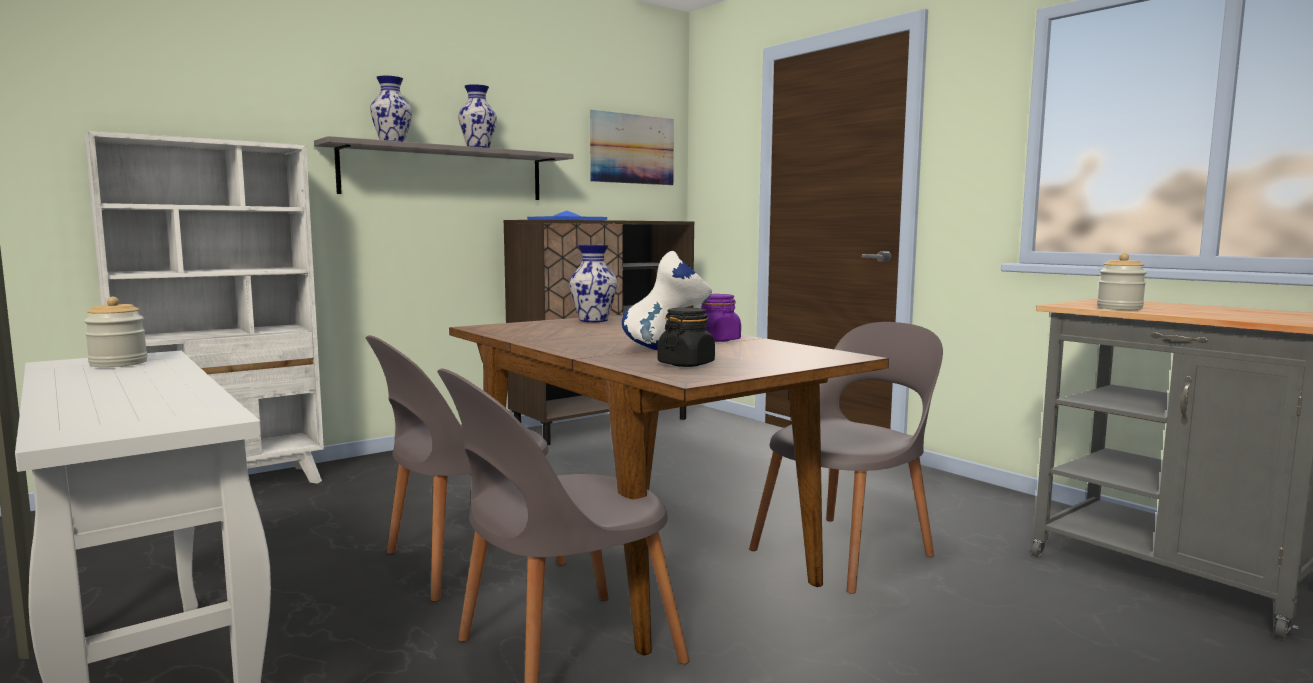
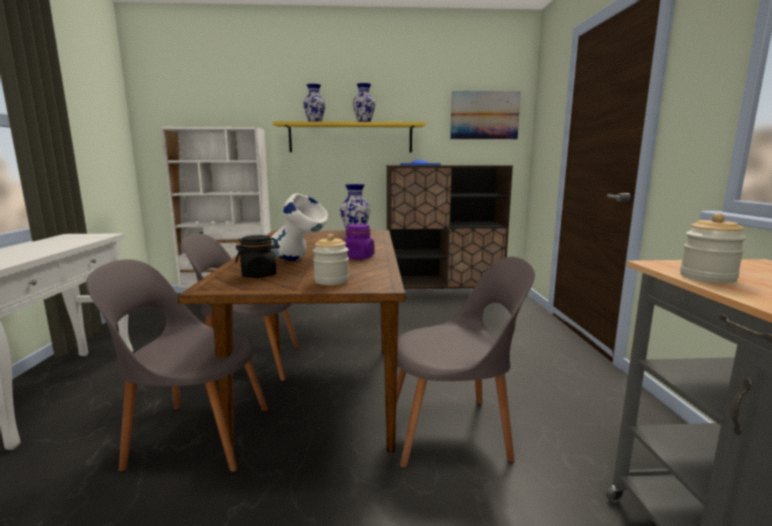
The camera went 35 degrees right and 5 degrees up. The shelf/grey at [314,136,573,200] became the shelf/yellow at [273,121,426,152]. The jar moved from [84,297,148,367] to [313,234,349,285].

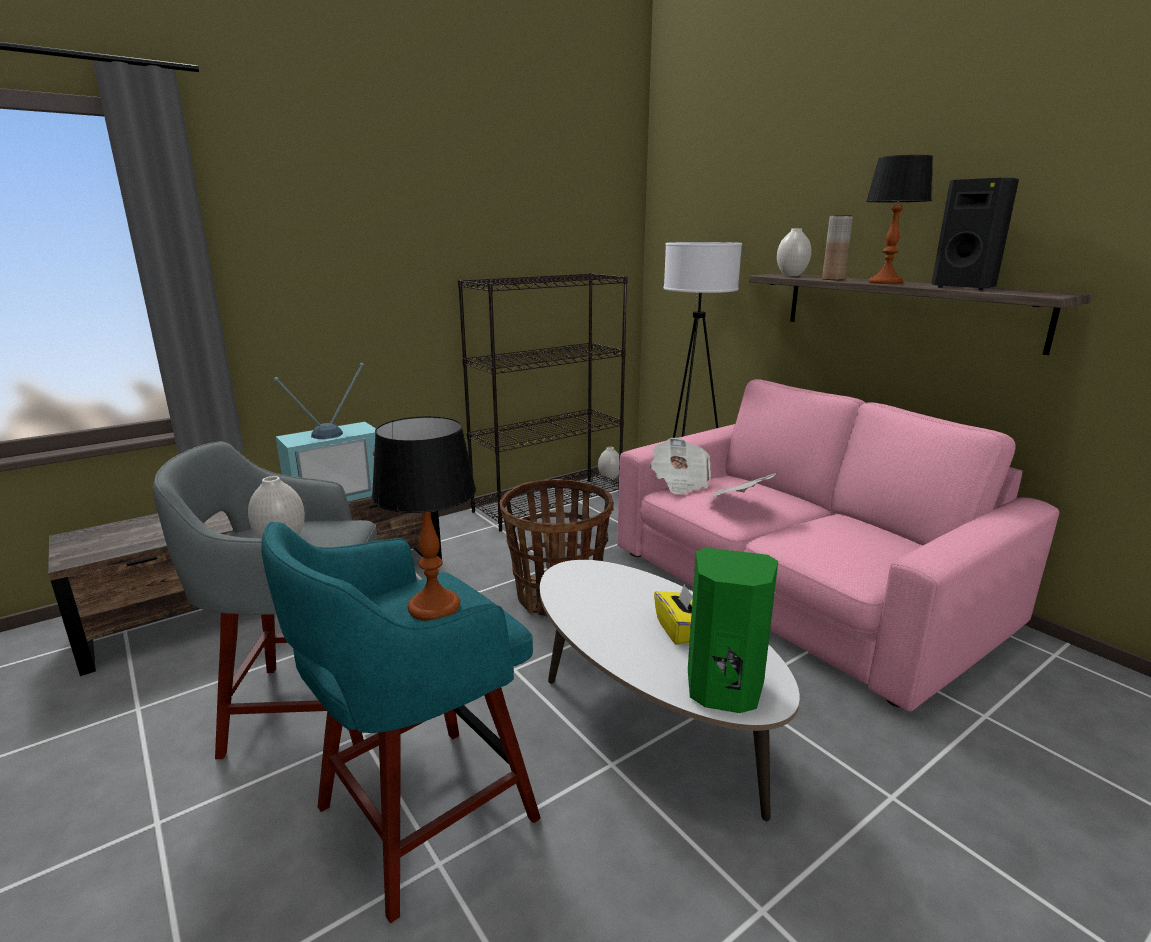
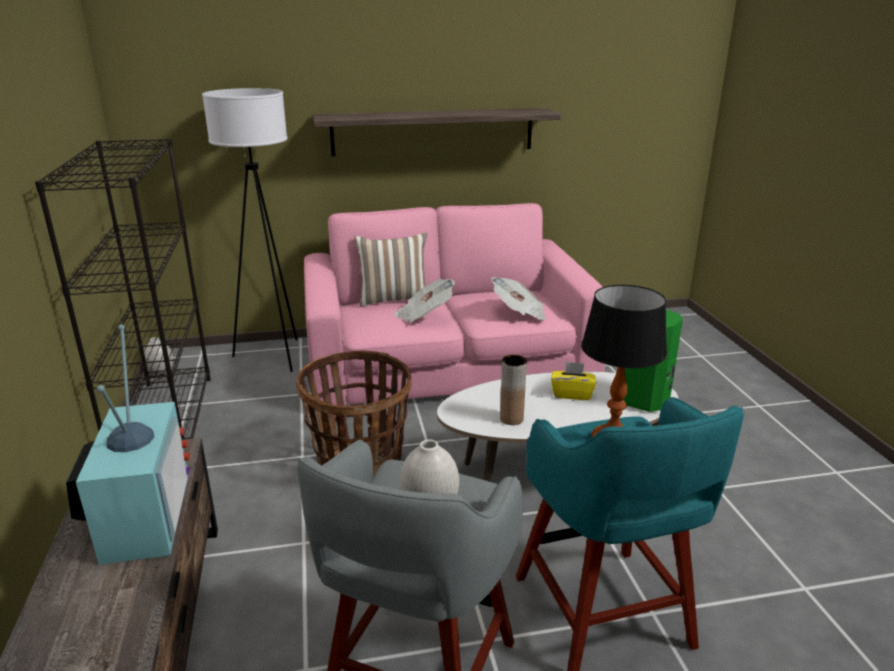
The camera went 65 degrees left and 5 degrees up. The pillow at [354,233,427,306] appeared. The newspaper moved from [649,438,711,495] to [491,277,546,320]. The vase/brown moved from [822,216,853,280] to [500,355,527,425]. The vase/white at [777,228,811,276] disappeared. The table lamp at [866,155,933,284] disappeared. The speaker/black at [932,178,1019,290] disappeared.

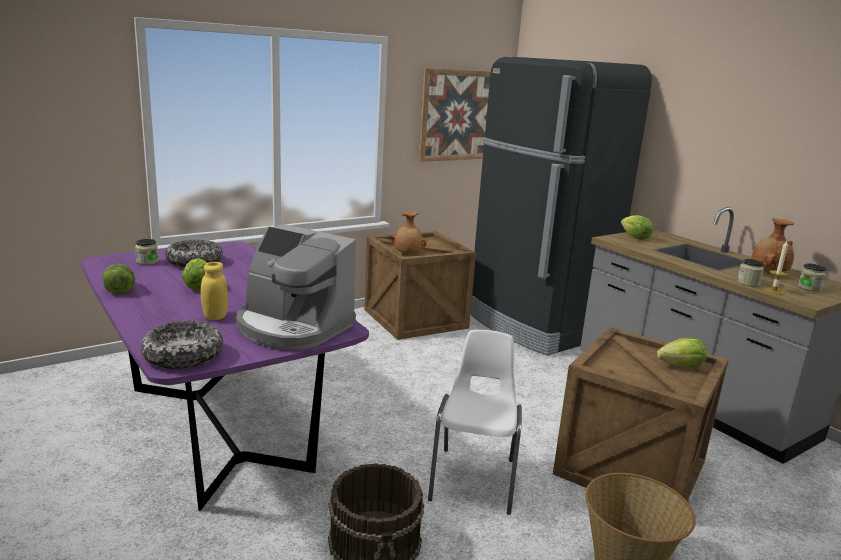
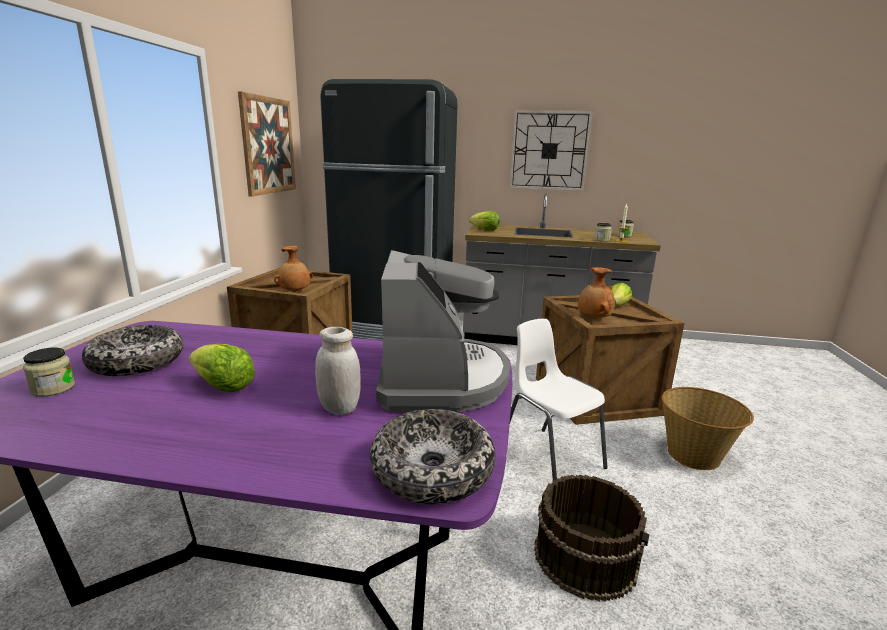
The camera went 45 degrees left and 0 degrees up. The jar/yellow at [201,262,228,320] became the jar/white at [315,327,361,415]. The coffee machine at [236,224,356,350] turned 75 degrees counterclockwise. The wall clock at [509,110,593,191] appeared. The vase/brown moved from [751,218,794,274] to [578,267,615,319]. The lettuce at [102,264,135,294] disappeared.

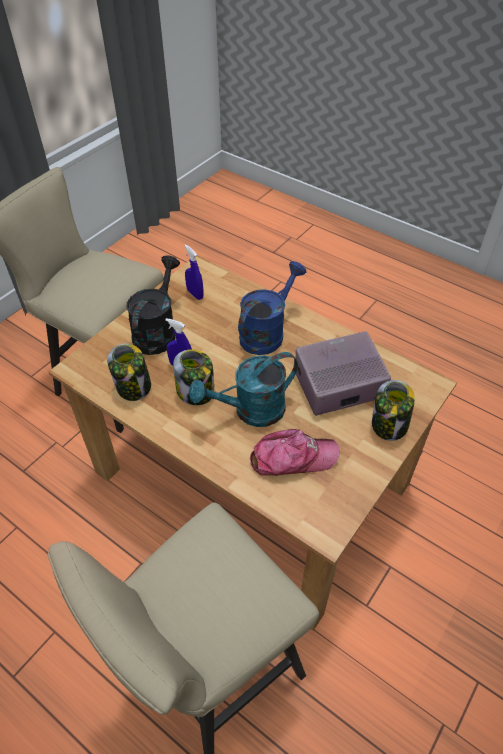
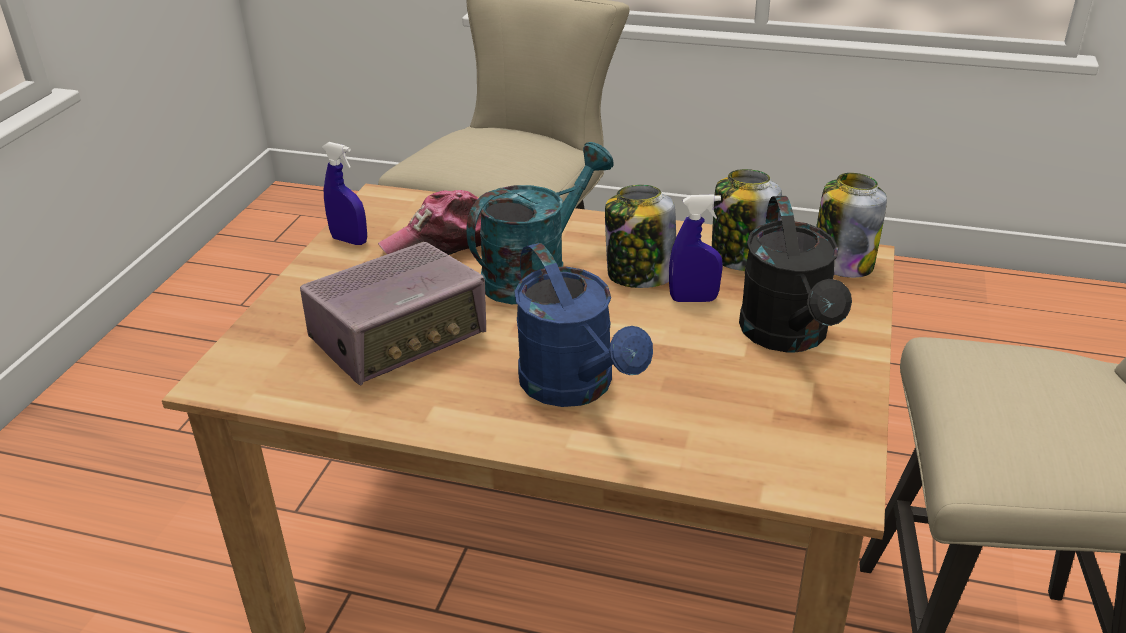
The camera went 160 degrees right and 15 degrees down. The spray bottle/blue moved from [184,244,204,300] to [322,142,367,245]. The watering can/blue at [238,261,306,355] turned 45 degrees counterclockwise. The jar moved from [372,380,415,441] to [816,173,887,278].

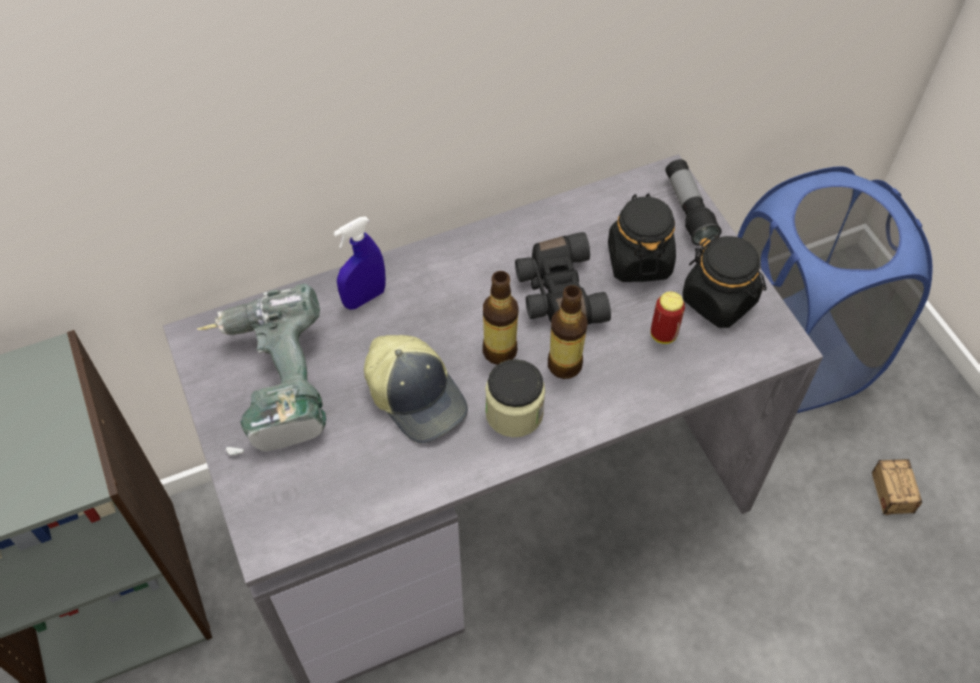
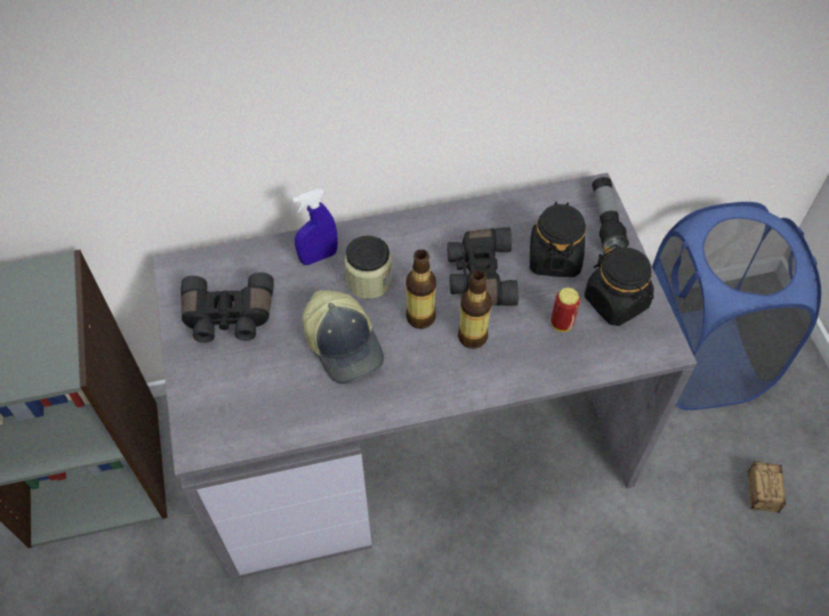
The camera went 10 degrees right and 0 degrees up. The power drill at [197,284,326,456] was replaced by the binoculars/black at [181,272,274,343]. The jar moved from [485,359,545,437] to [344,235,392,299].

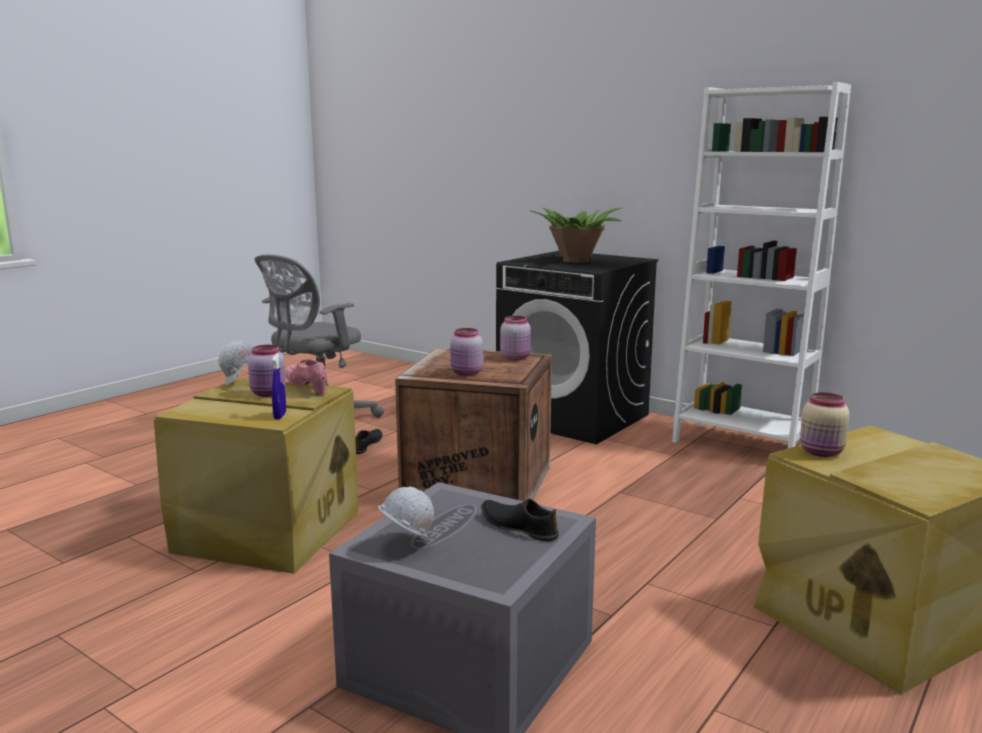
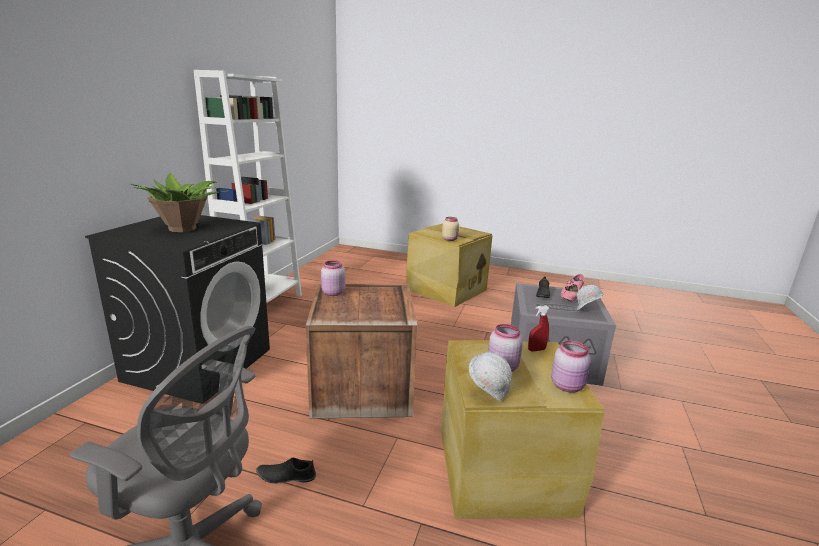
The camera went 110 degrees left and 5 degrees up. The spray bottle/blue at [272,353,286,419] became the spray bottle/red at [528,306,549,352]. The jar/pink moved from [450,328,483,376] to [551,341,591,393]. The shoe/pink moved from [286,359,327,395] to [561,274,585,301].

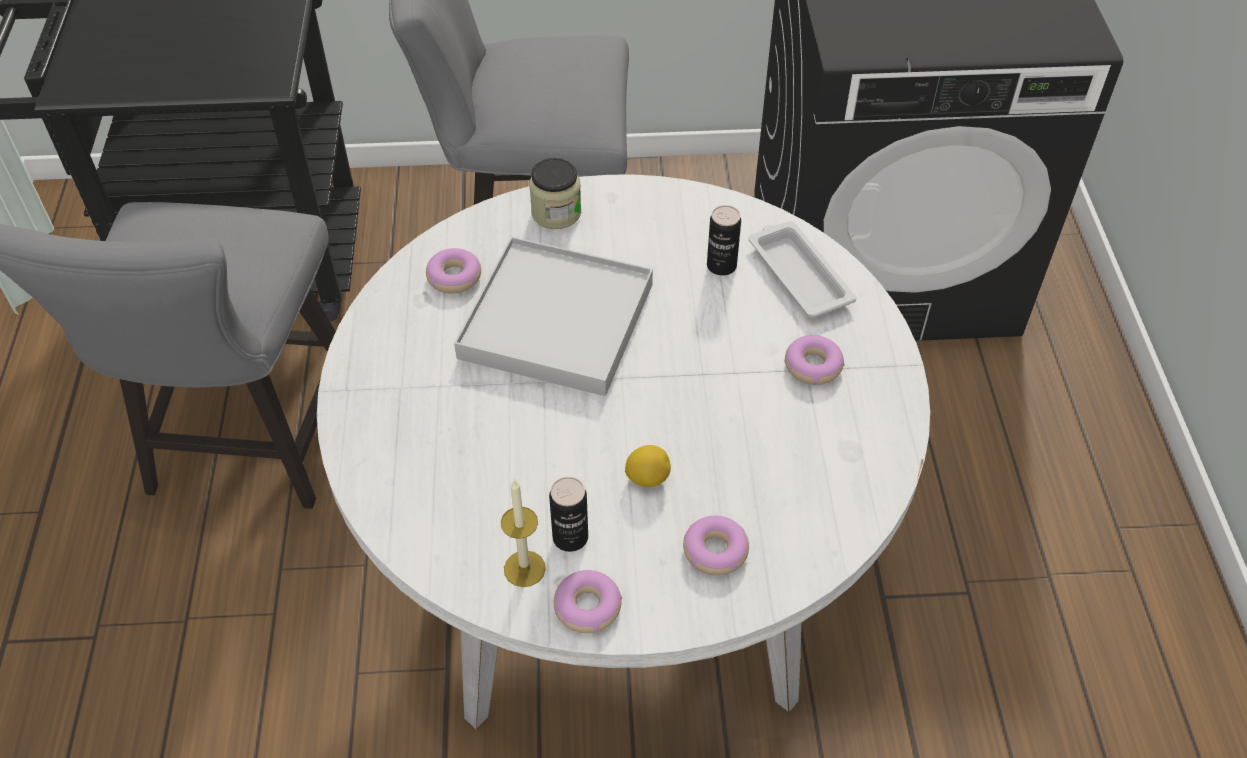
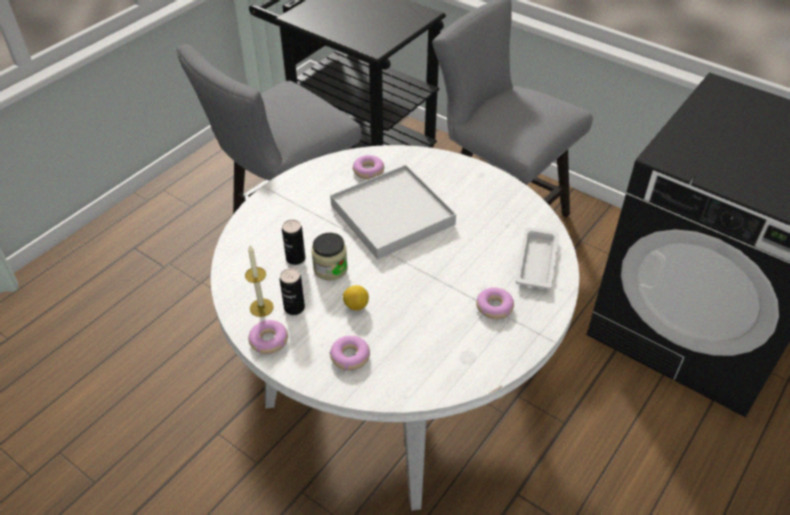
The camera went 40 degrees right and 5 degrees down. The can moved from [707,205,741,276] to [282,220,305,265]. The jar moved from [529,158,581,229] to [312,233,348,281].

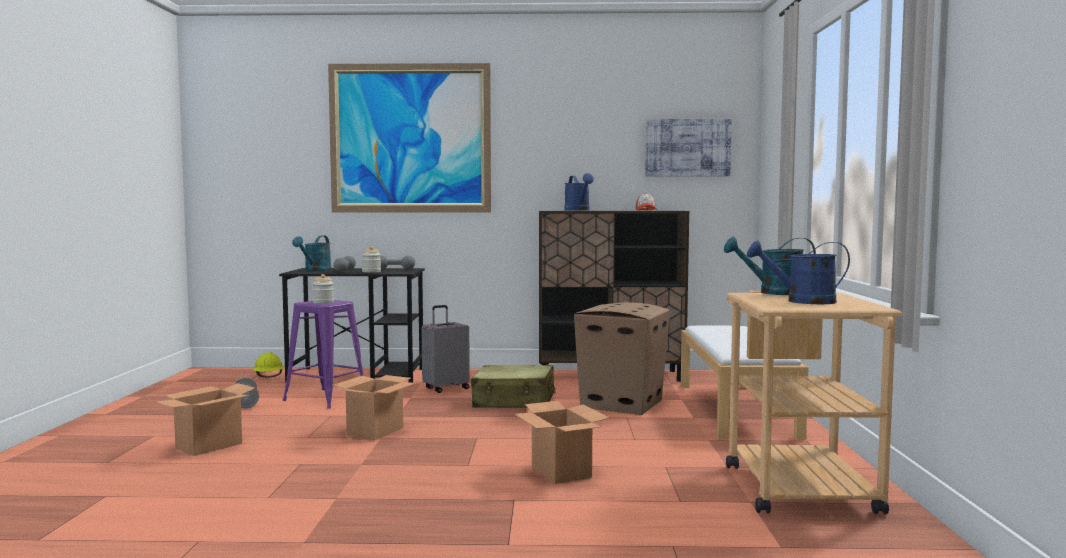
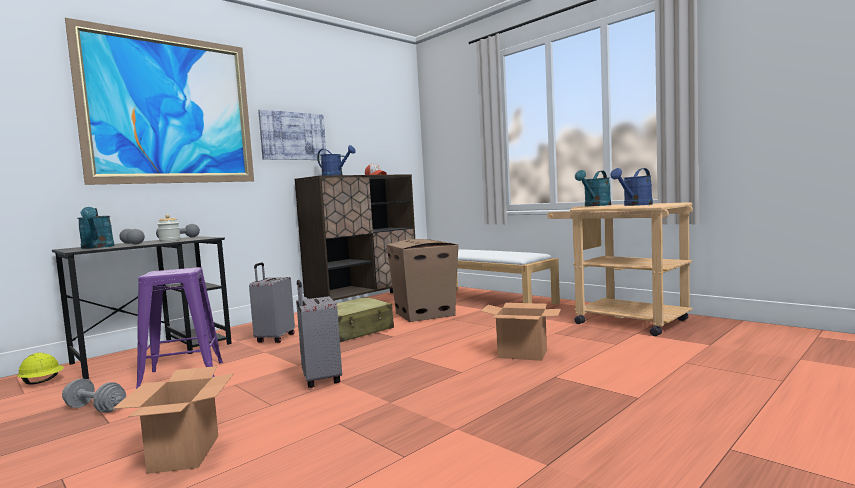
The camera went 45 degrees left and 0 degrees up. The picture moved from [645,119,732,176] to [258,109,326,160]. The cardboard box at [333,375,416,441] was replaced by the suitcase/grey at [296,280,342,388]. The jar at [312,274,334,304] disappeared.

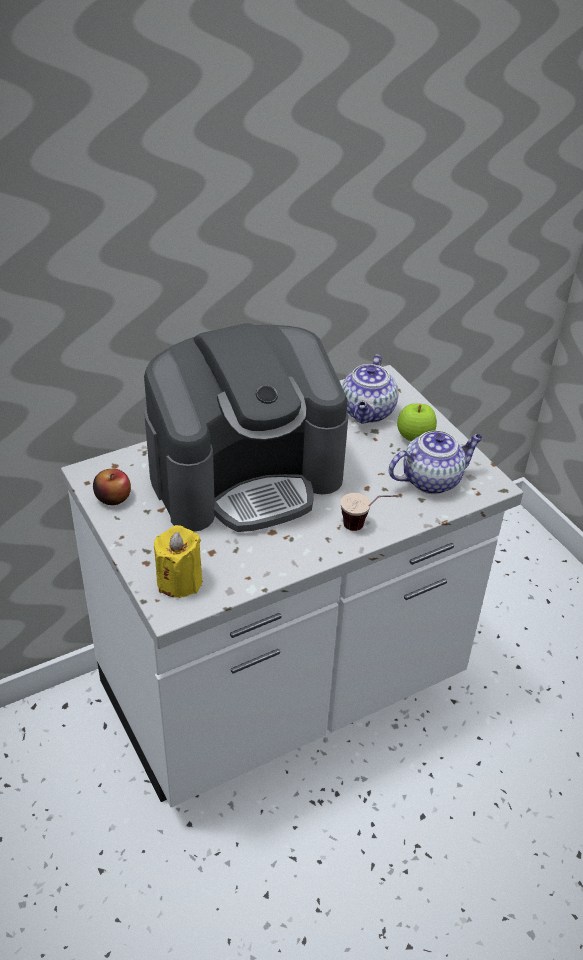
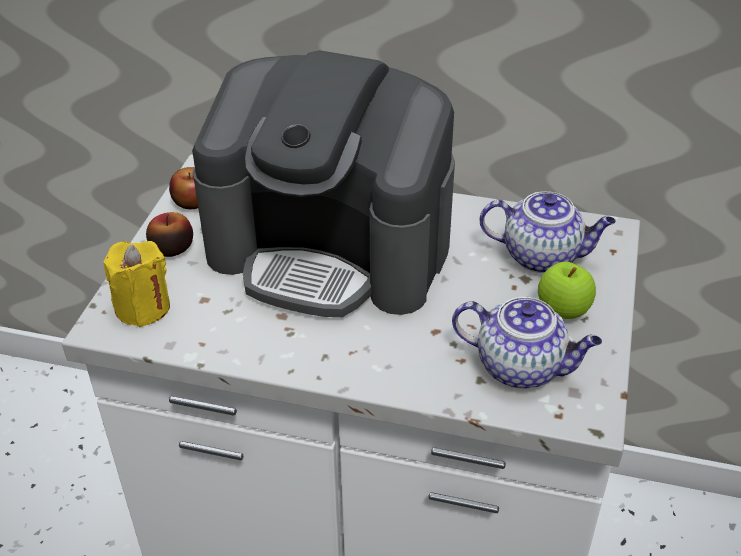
The camera went 45 degrees right and 0 degrees up. The apple at [146,212,193,257] appeared. The teapot at [342,354,399,424] turned 135 degrees counterclockwise. The cup at [340,493,398,531] disappeared.

